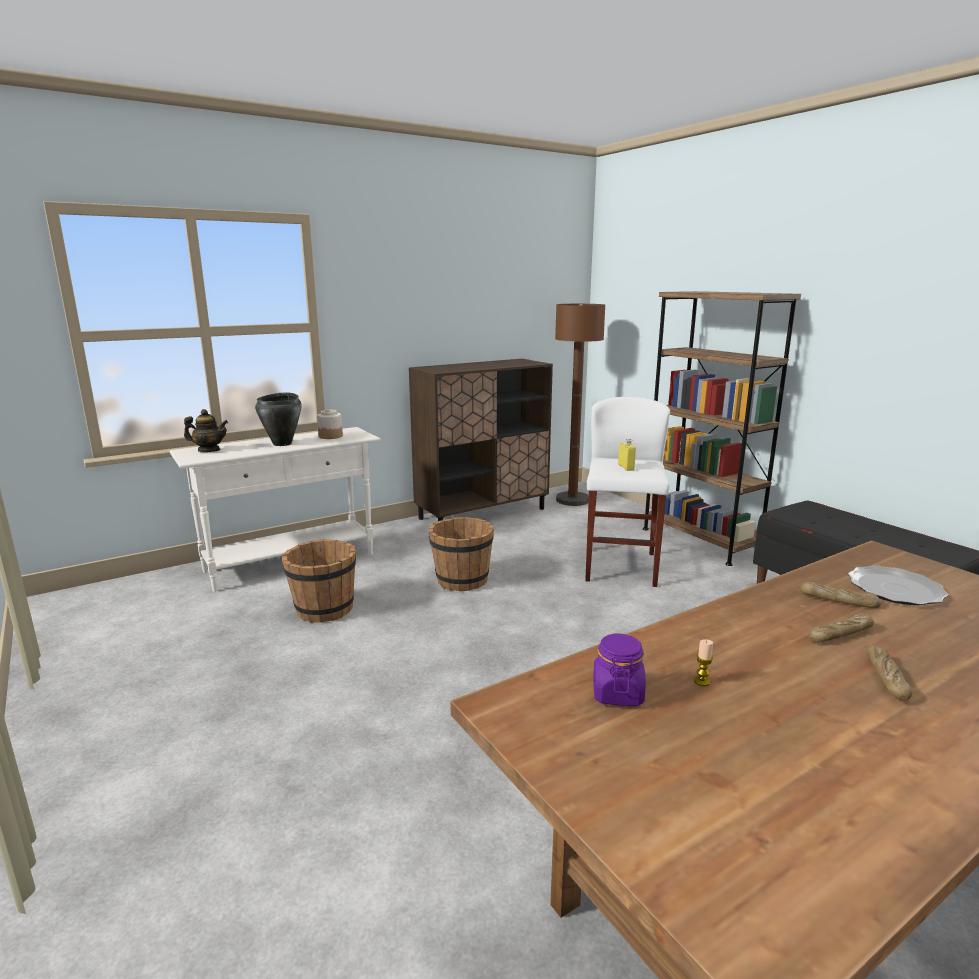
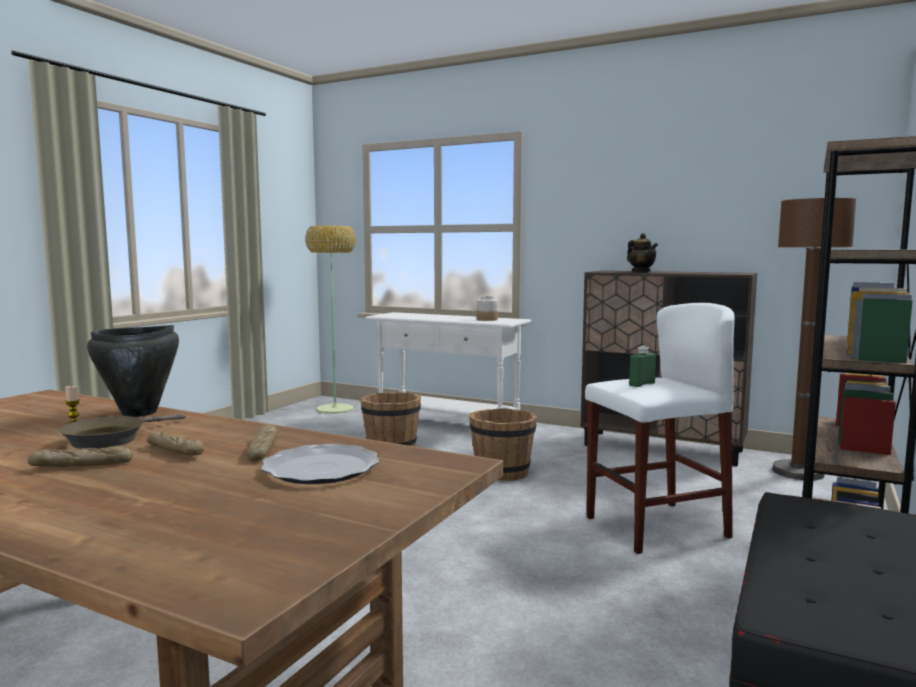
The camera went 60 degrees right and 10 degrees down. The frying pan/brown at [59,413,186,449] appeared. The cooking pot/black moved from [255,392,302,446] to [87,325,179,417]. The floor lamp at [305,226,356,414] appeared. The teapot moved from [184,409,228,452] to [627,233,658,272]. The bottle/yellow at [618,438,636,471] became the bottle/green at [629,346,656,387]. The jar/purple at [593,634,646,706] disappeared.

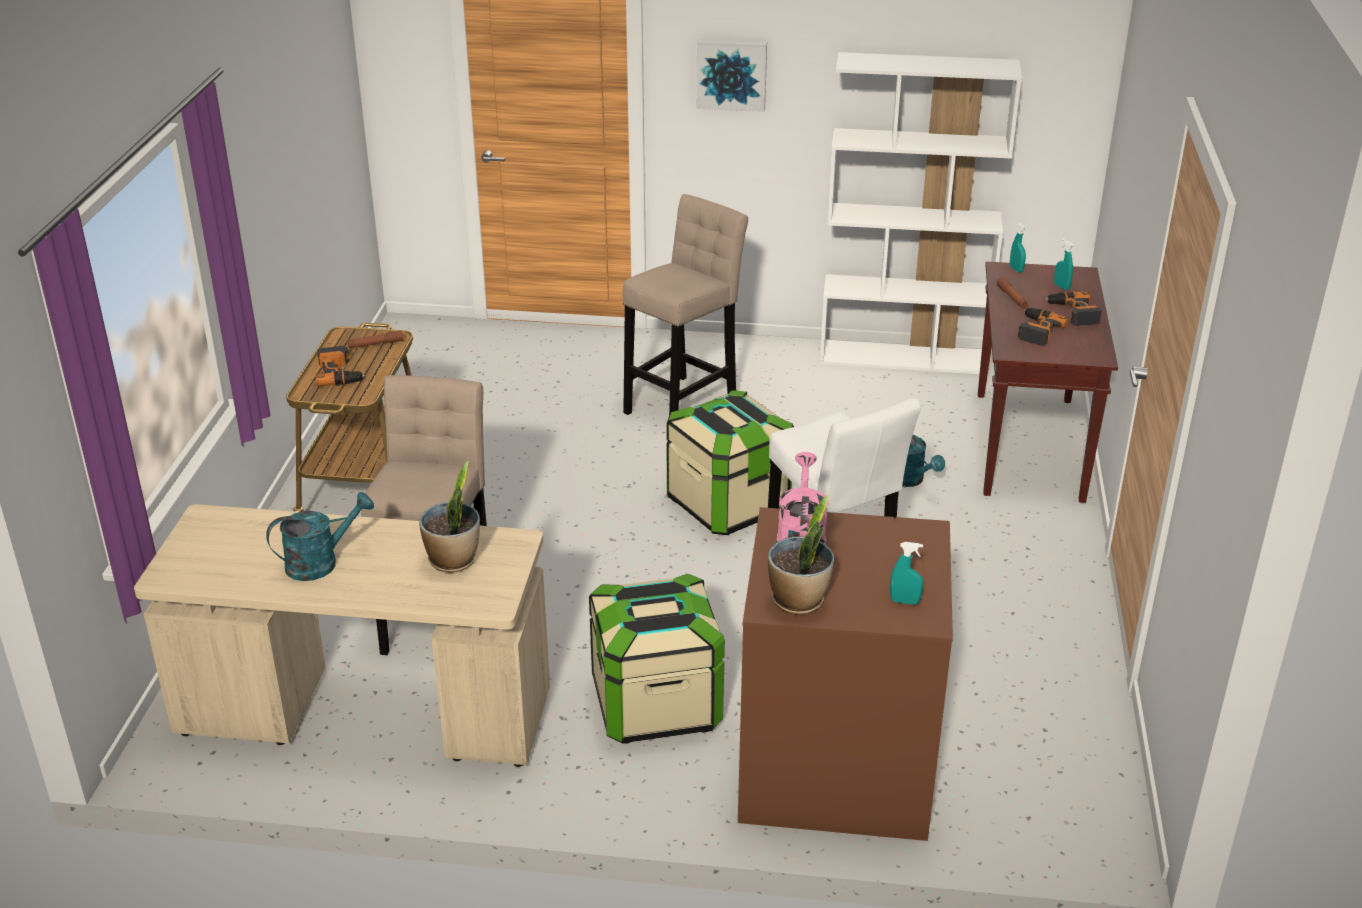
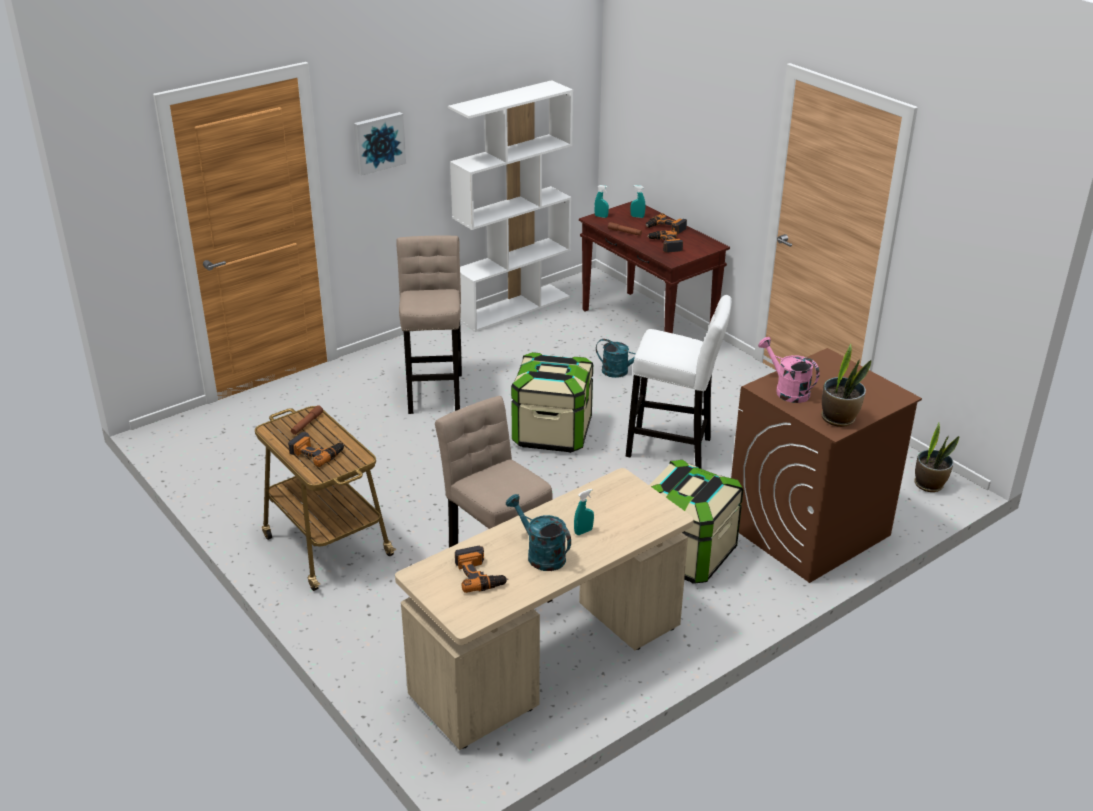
The camera went 45 degrees left and 0 degrees up. The power drill at [455,546,508,593] appeared. The watering can/turquoise at [266,492,374,581] turned 60 degrees counterclockwise. The spray bottle/turquoise moved from [890,542,923,605] to [574,489,594,535]. The potted plant moved from [419,461,480,573] to [914,422,959,492].

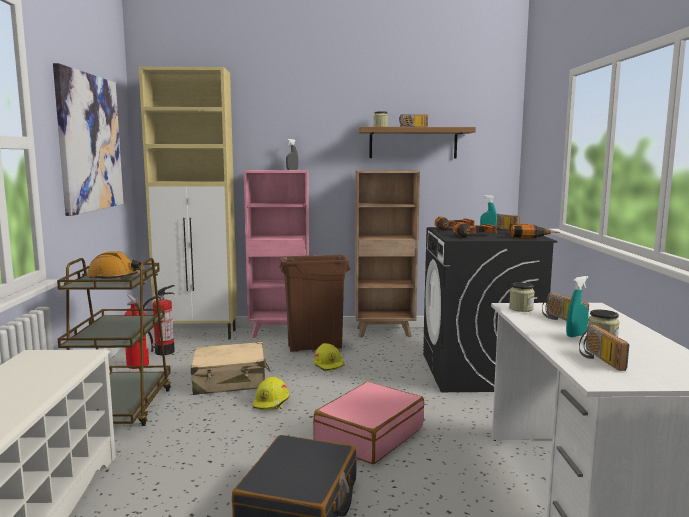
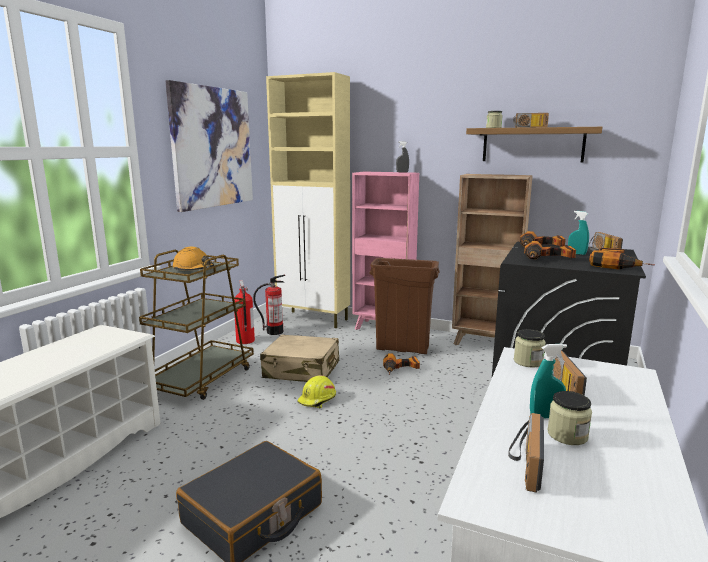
The camera went 25 degrees right and 5 degrees up. The hard hat/yellow at [314,343,345,371] was replaced by the power drill at [383,353,420,375]. The suitcase/pink at [313,382,424,464] disappeared.

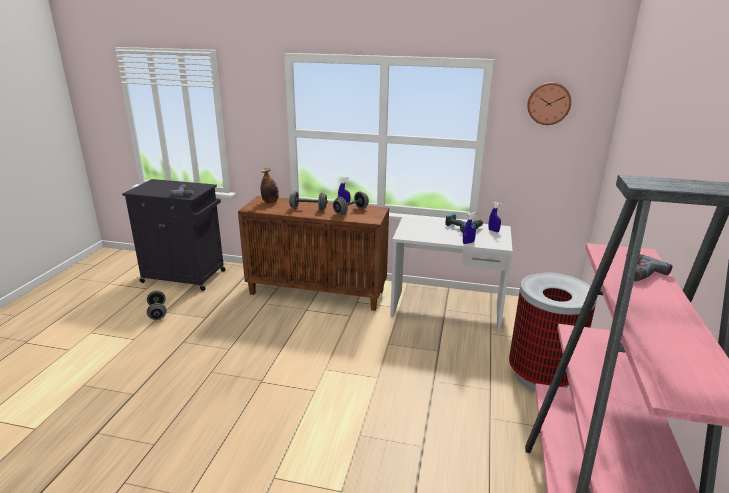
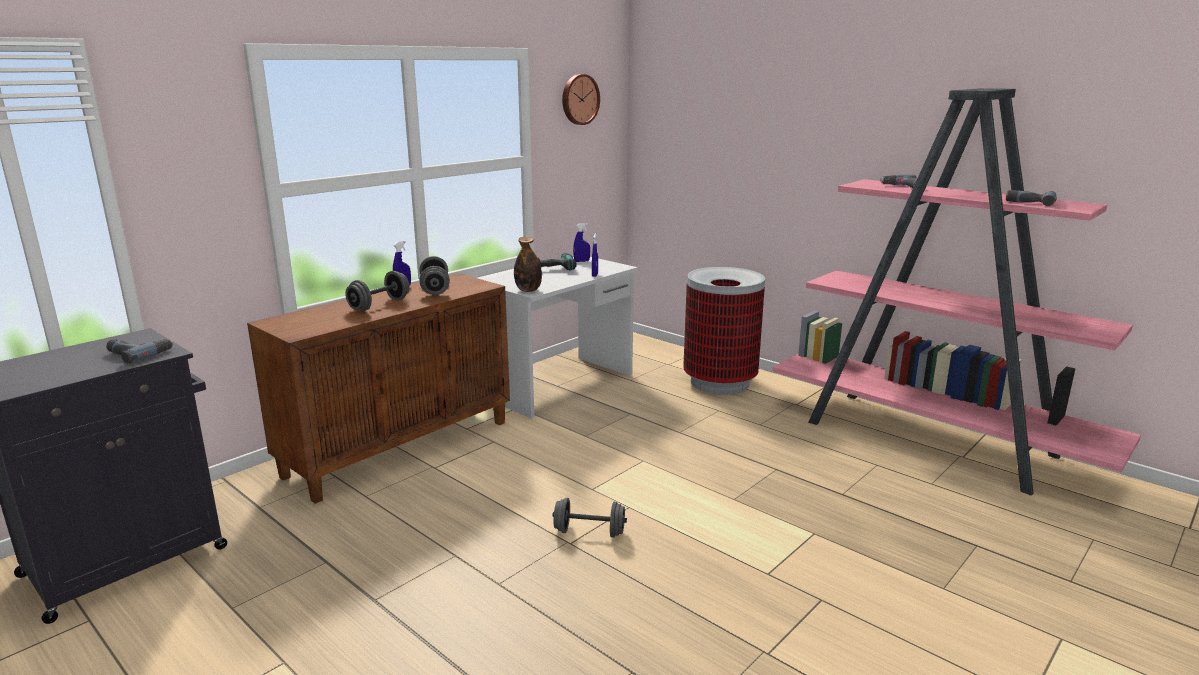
The camera went 60 degrees left and 5 degrees down. The bottle moved from [261,168,279,203] to [514,237,542,292]. The dumbbell/grey moved from [147,291,167,320] to [553,498,627,537]. The power drill at [1006,190,1057,206] appeared.

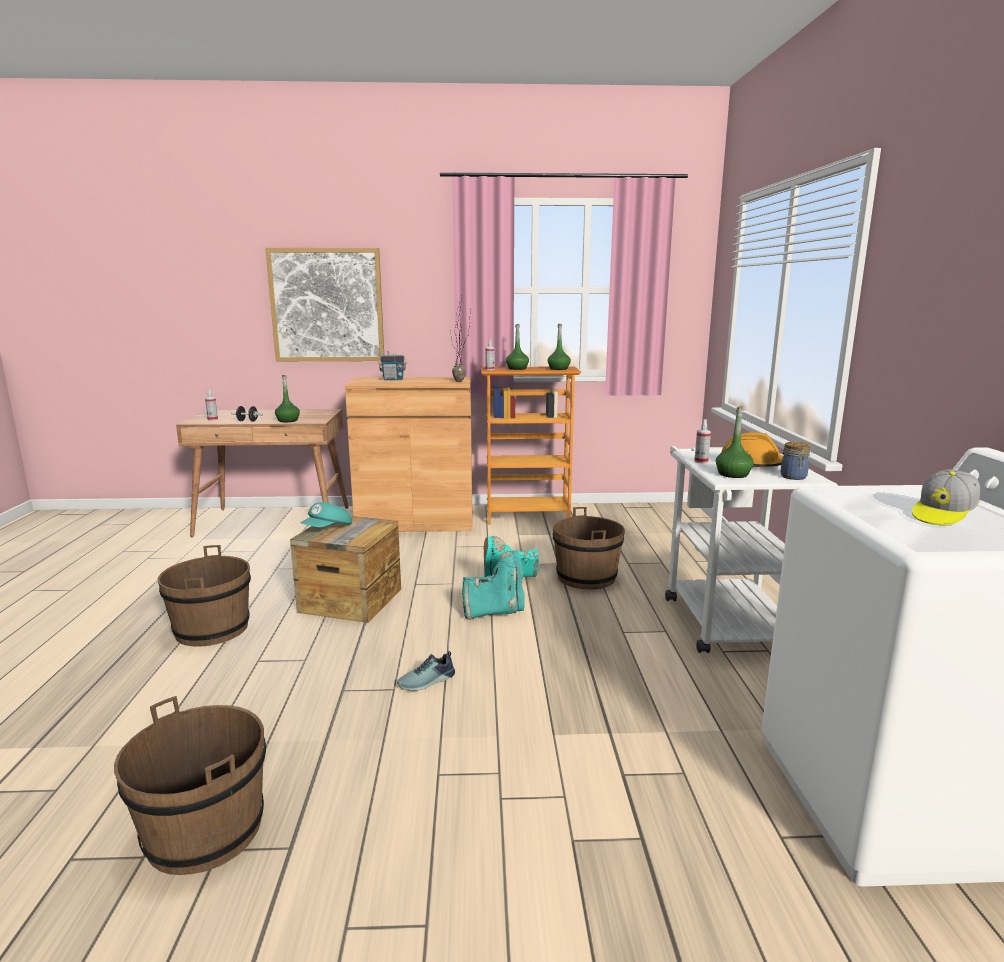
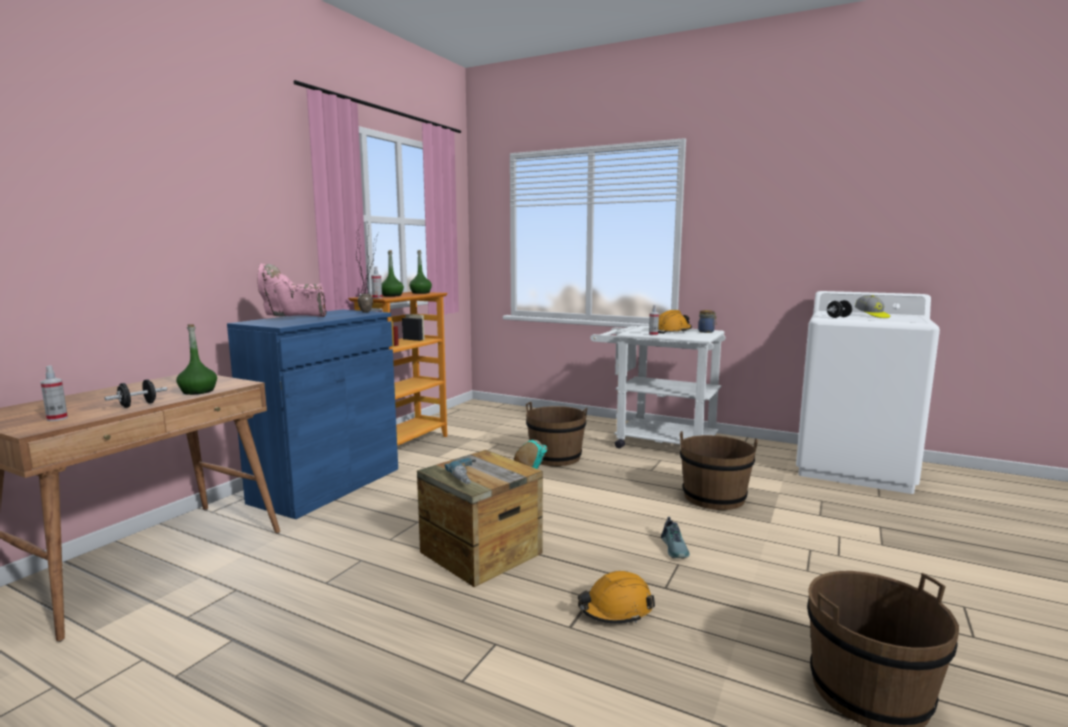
The camera went 60 degrees left and 5 degrees down. The cabinet/brown at [345,377,472,532] became the cabinet/blue at [227,309,398,519]. The radio at [378,342,406,380] was replaced by the boot/pink at [258,264,326,317]. The cap/turquoise at [301,502,352,527] was replaced by the power drill at [445,458,476,484]. The hard hat/orange at [578,571,655,623] appeared. The bucket/brown moved from [157,545,251,647] to [680,431,758,510]. The dumbbell/black at [827,300,853,318] appeared. The picture at [265,248,384,361] disappeared. The boot/turquoise at [462,550,525,620] disappeared. The bottle/green at [716,406,754,478] disappeared.

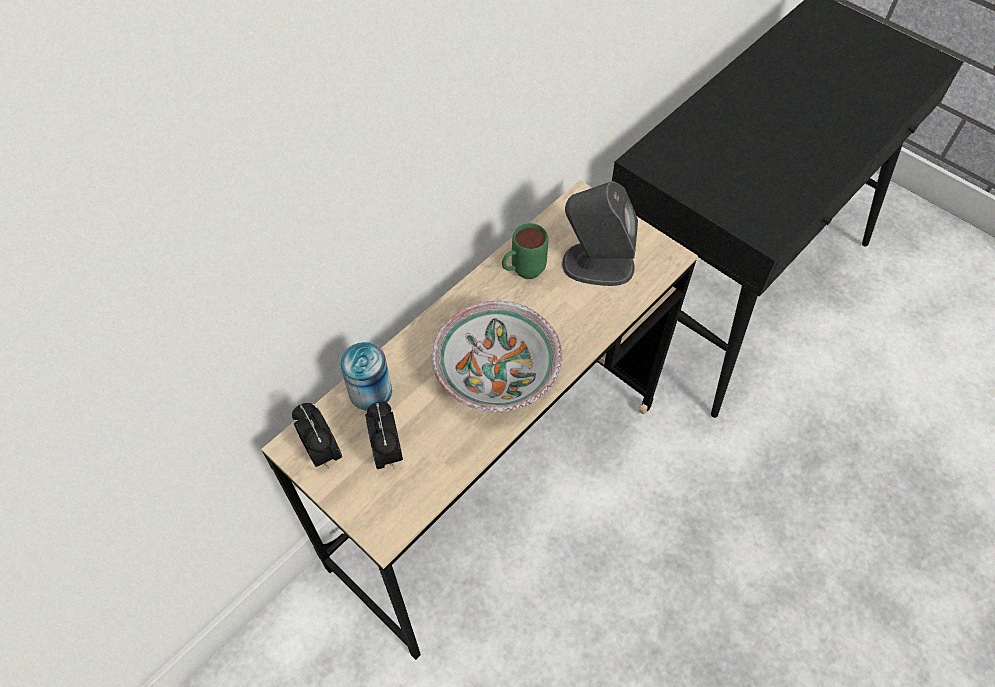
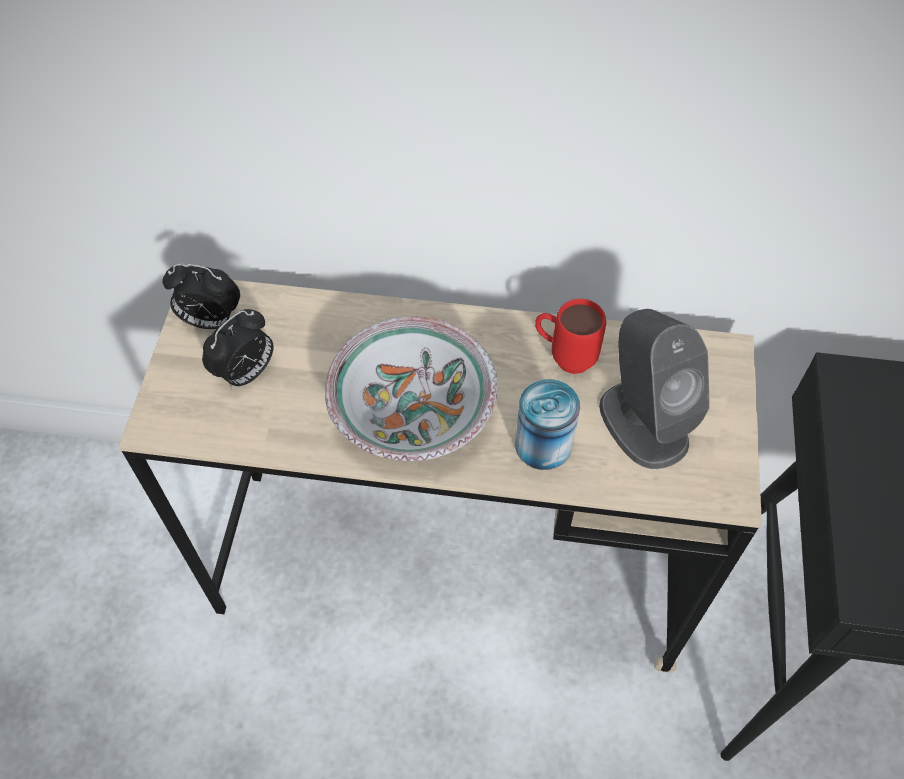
The camera went 55 degrees right and 0 degrees up. The alarm clock at [292,403,342,469] turned 105 degrees counterclockwise. The can moved from [340,342,392,410] to [515,379,580,470]. The mug/green at [502,223,548,279] became the mug/red at [535,299,606,374].

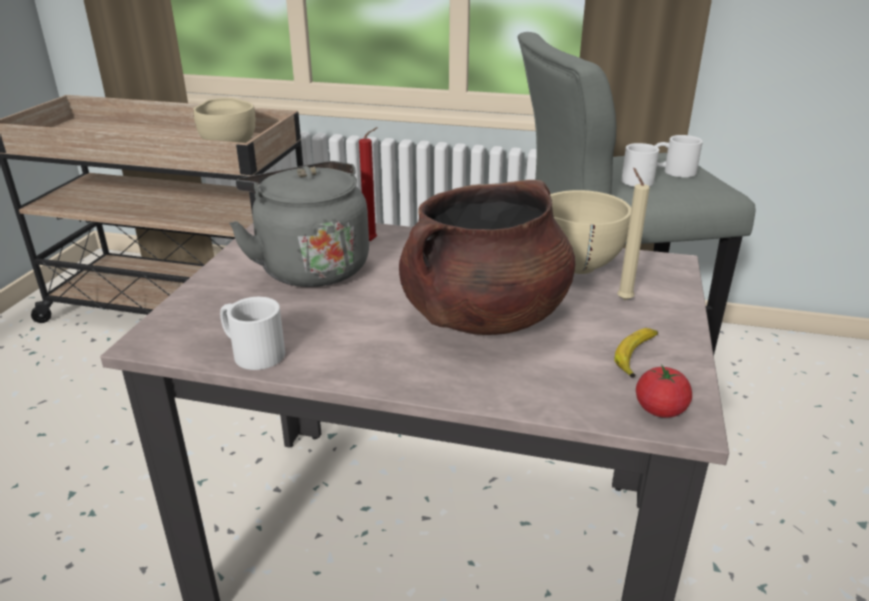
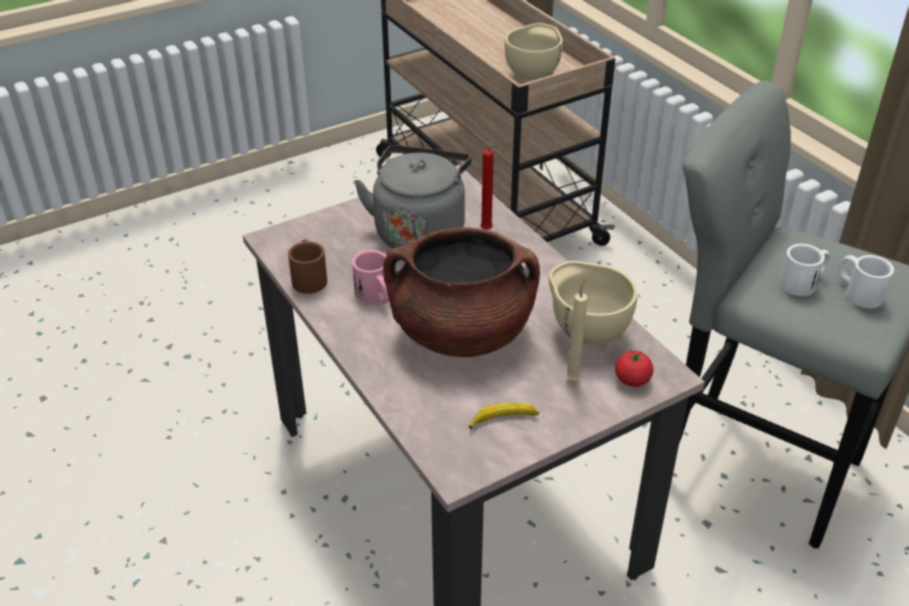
The camera went 45 degrees right and 10 degrees up. The mug/white at [220,297,285,370] became the mug/brown at [288,239,327,294]. The mug/pink at [352,250,389,304] appeared. The tomato moved from [636,364,692,418] to [615,349,654,387].

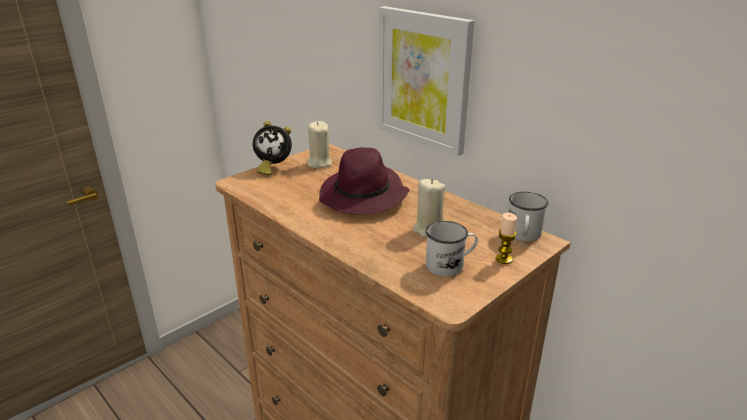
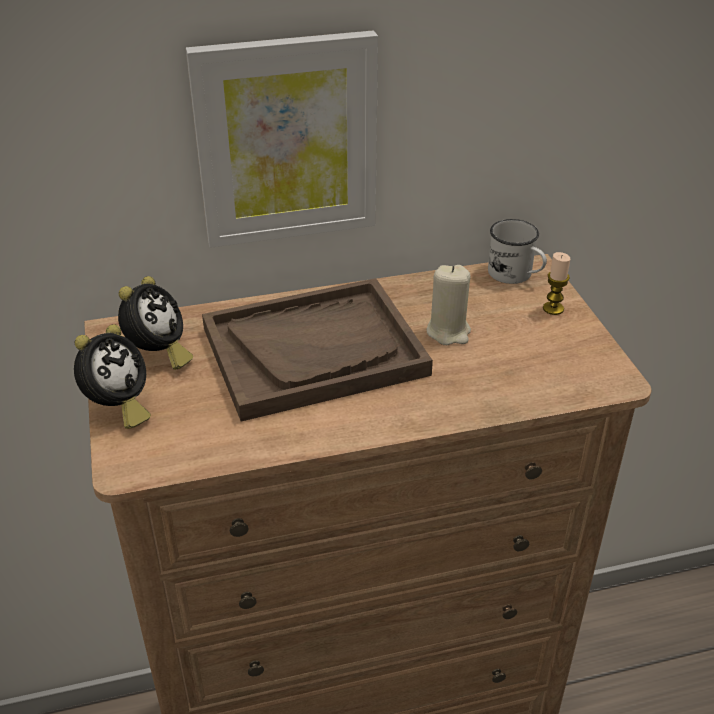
The camera went 60 degrees left and 10 degrees up. The candle/beige at [307,121,332,169] was replaced by the alarm clock at [118,276,193,370]. The hat/purple at [319,147,409,215] was replaced by the tray/brown at [202,278,433,422]. The mug/white at [426,221,478,277] disappeared.

